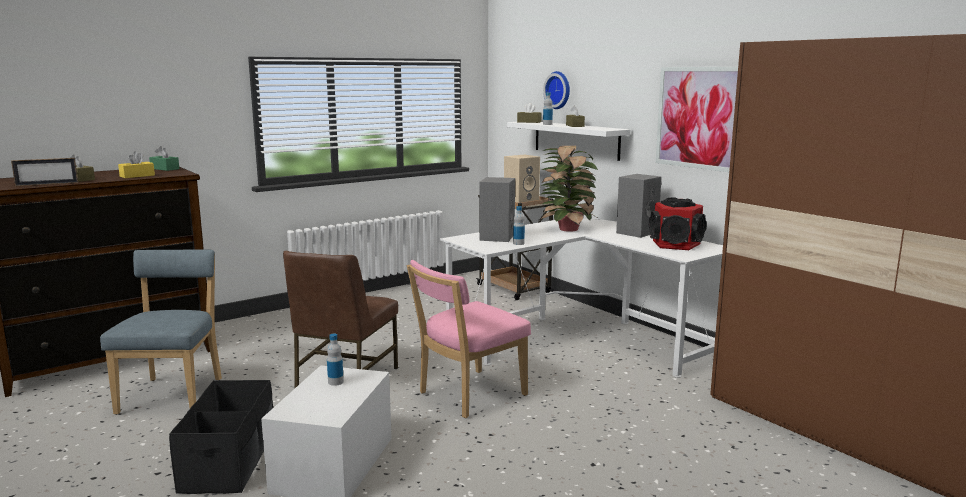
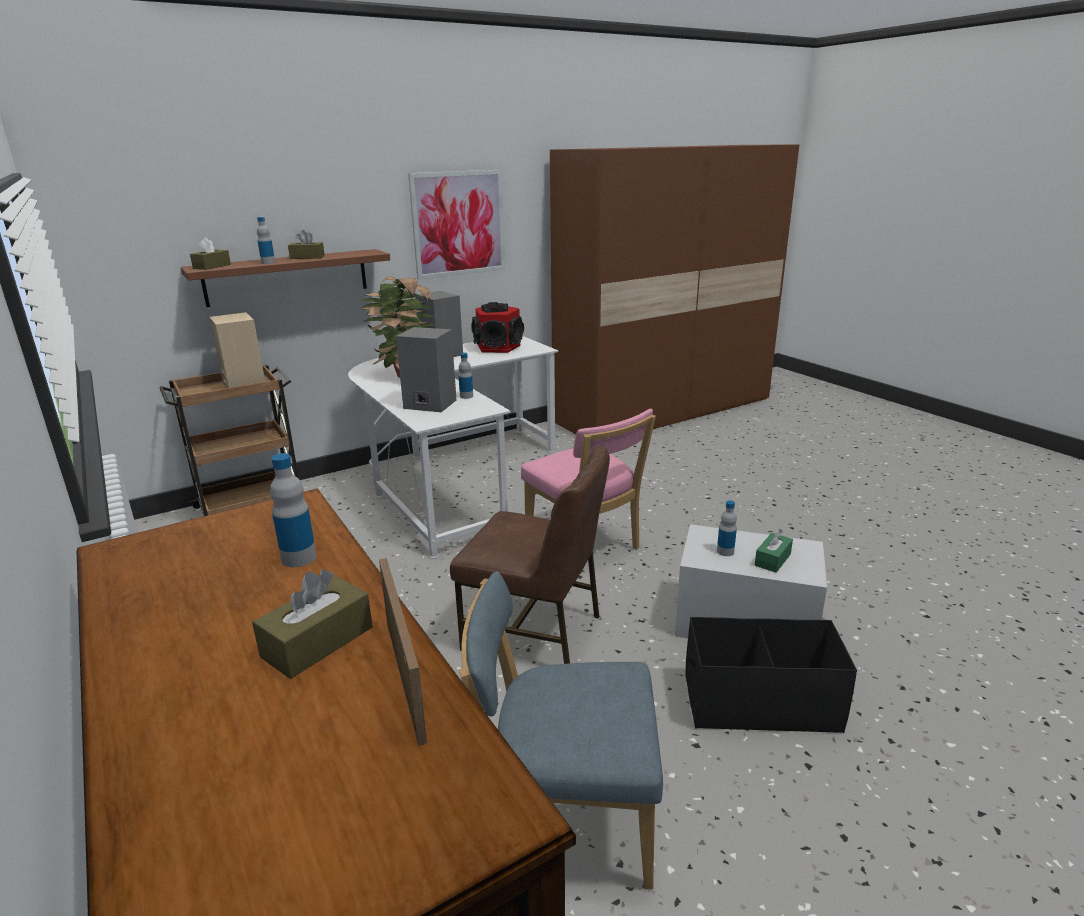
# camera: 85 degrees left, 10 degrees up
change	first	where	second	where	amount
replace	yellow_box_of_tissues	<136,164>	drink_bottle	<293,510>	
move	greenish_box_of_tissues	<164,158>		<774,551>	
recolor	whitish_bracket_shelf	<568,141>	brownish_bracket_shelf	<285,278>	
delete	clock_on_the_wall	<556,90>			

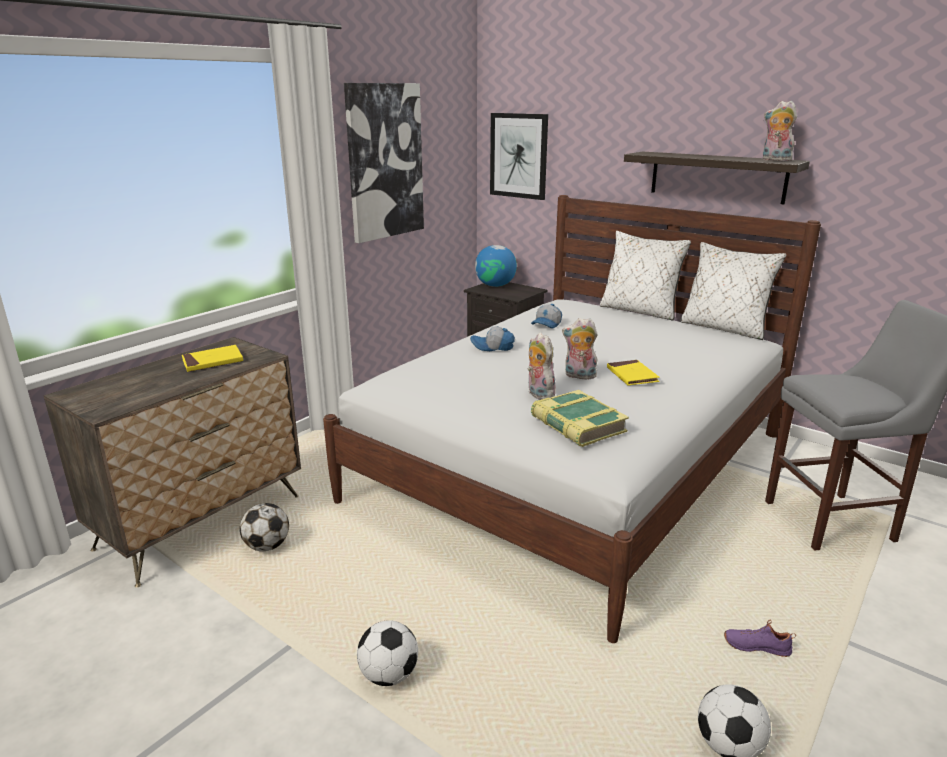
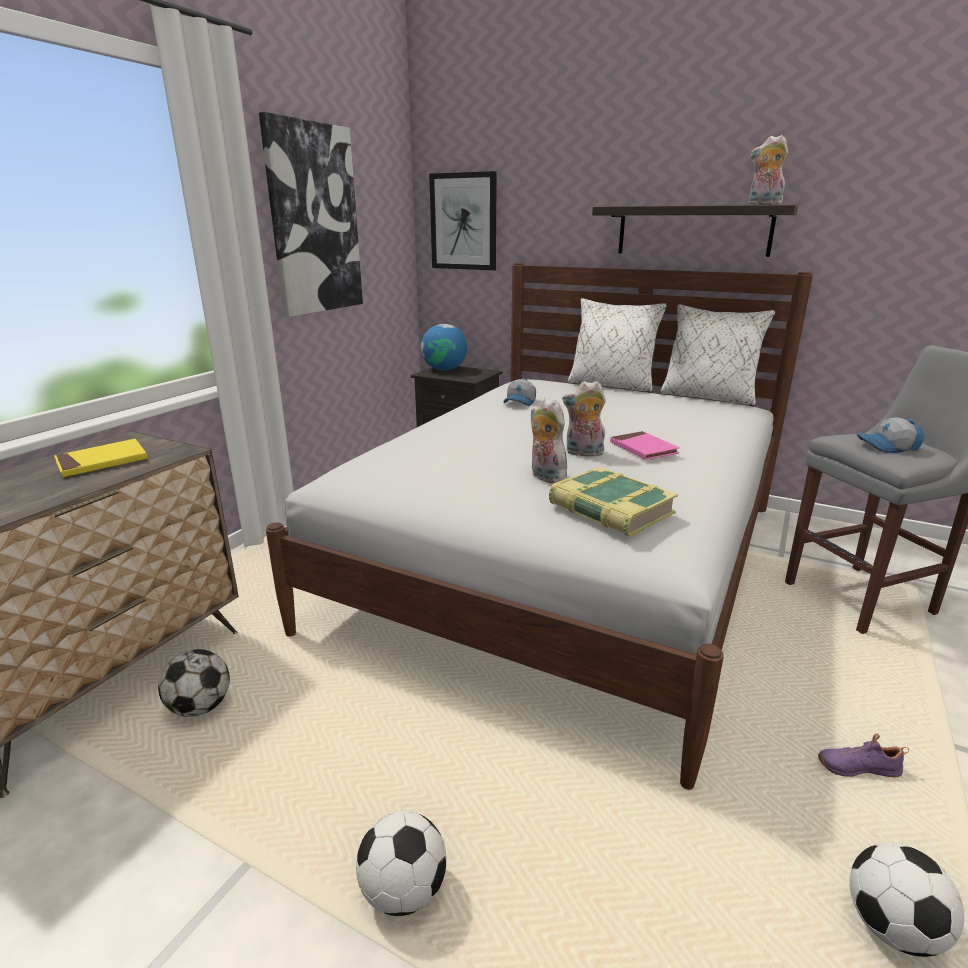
# camera: 10 degrees left, 0 degrees up
change	first	where	second	where	amount
move	peaked_cap	<492,338>		<890,435>	
recolor	yellow_volume	<633,373>	pink_volume	<645,445>	

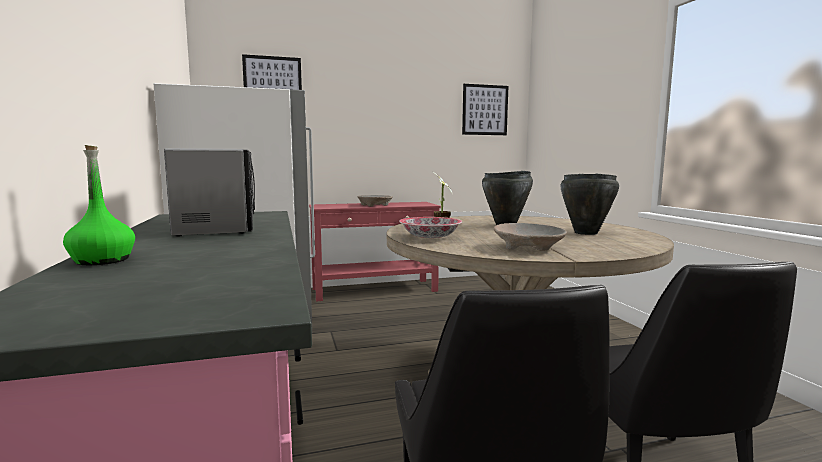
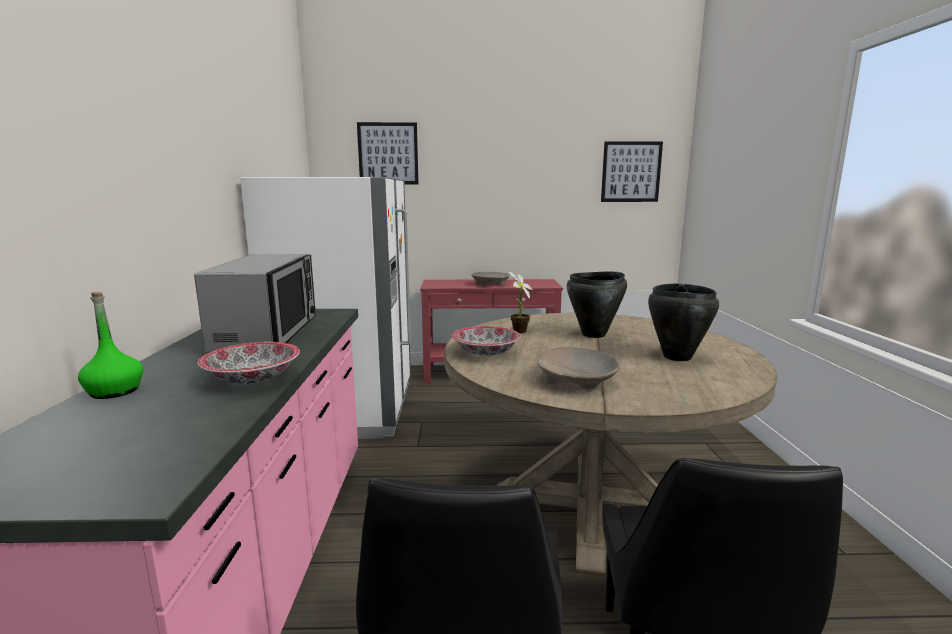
# camera: 15 degrees right, 5 degrees up
change	first	where	second	where	amount
insert			bowl	<249,363>	

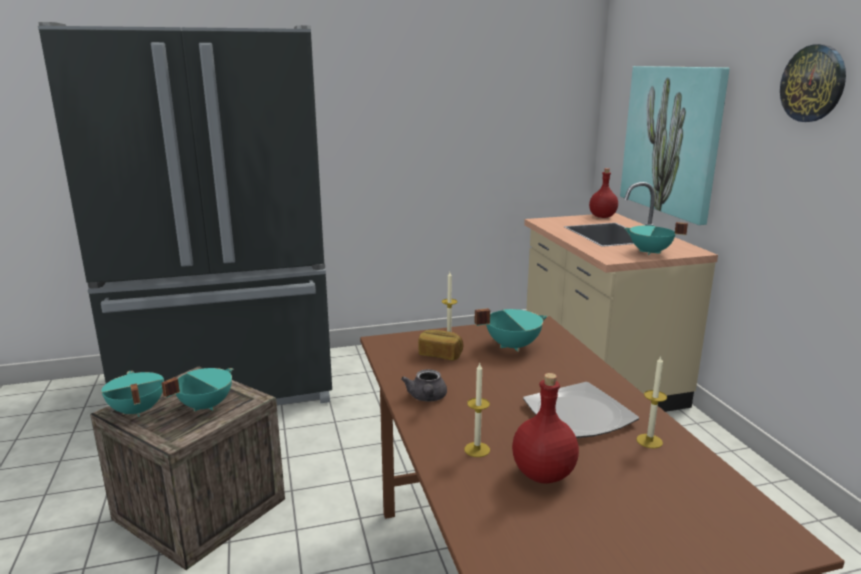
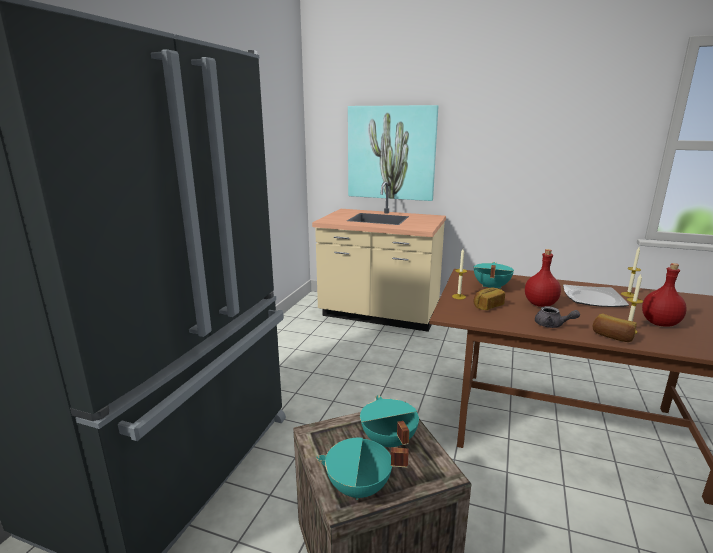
# camera: 55 degrees left, 0 degrees up
change	first	where	second	where	amount
move	red_drink_bottle	<603,193>		<543,278>	
delete	blue-green_saucepot	<656,238>			
delete	clock_on_the_wall	<813,83>			
insert			bakery_bread	<614,328>	

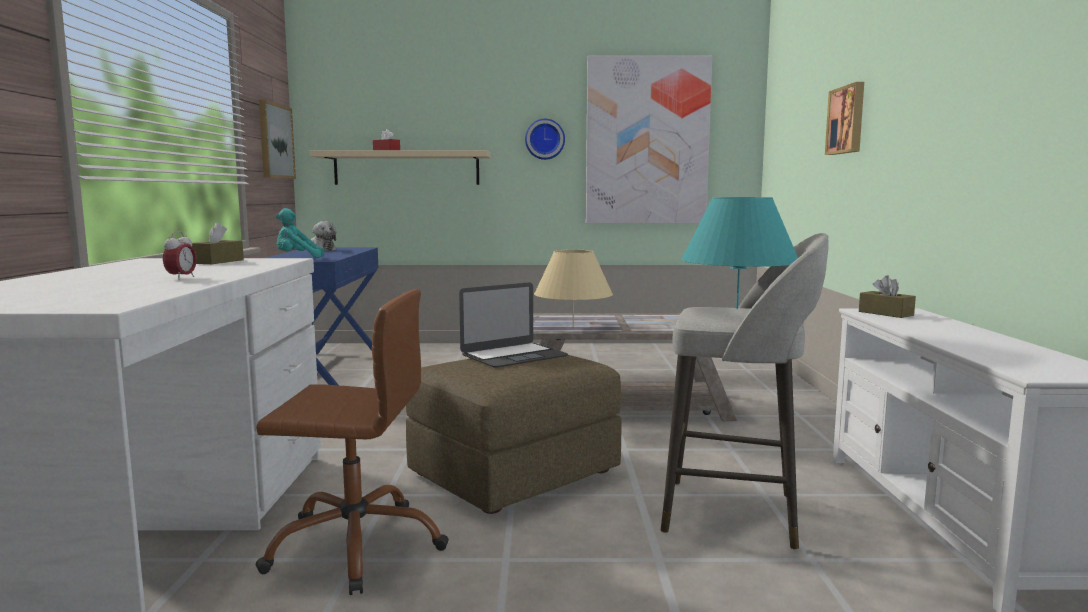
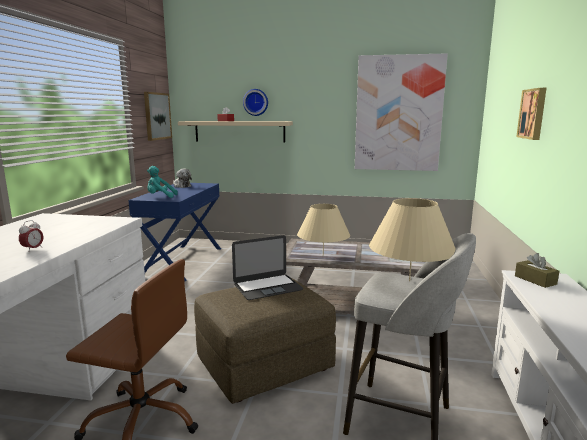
# camera: 10 degrees right, 5 degrees up
change	first	where	second	where	amount
delete	brownish_box_of_tissues	<218,243>			
move	clock_on_the_wall	<545,139>		<255,102>	
recolor	blue-green_table_lamp	<739,253>	beige_table_lamp	<412,239>	

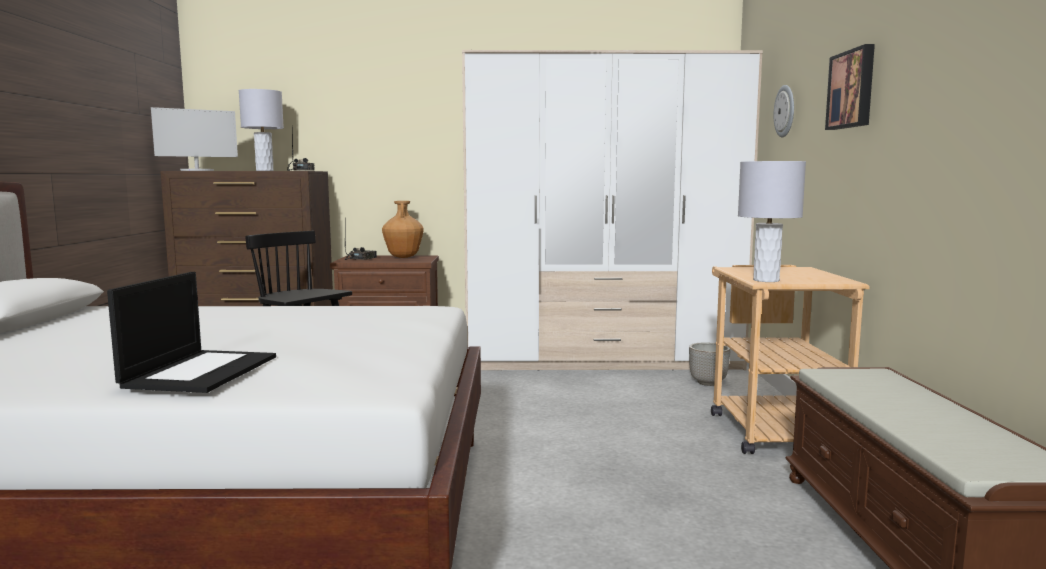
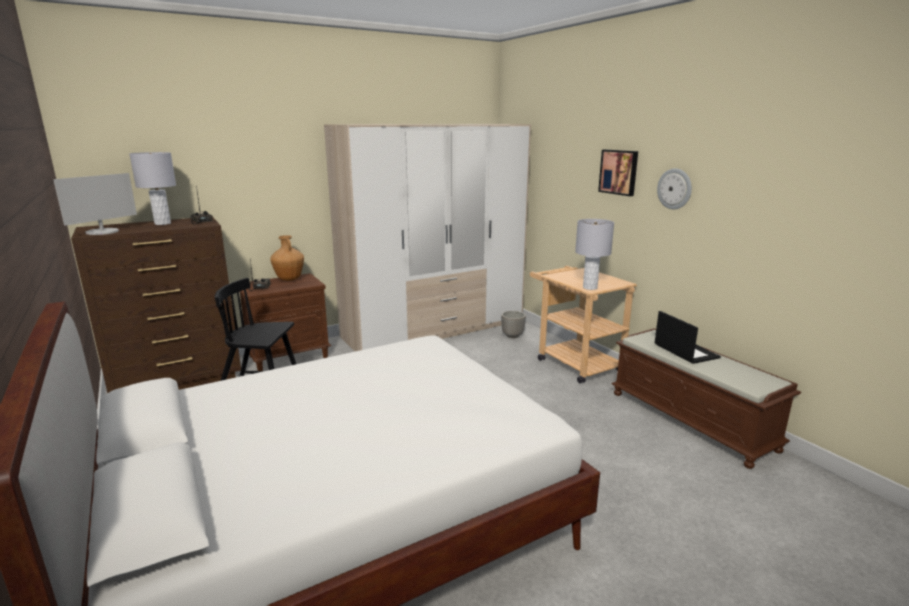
# camera: 30 degrees left, 10 degrees up
change	first	where	second	where	amount
move	laptop	<191,332>		<688,337>	
move	clock_on_the_wall	<784,111>		<674,188>	

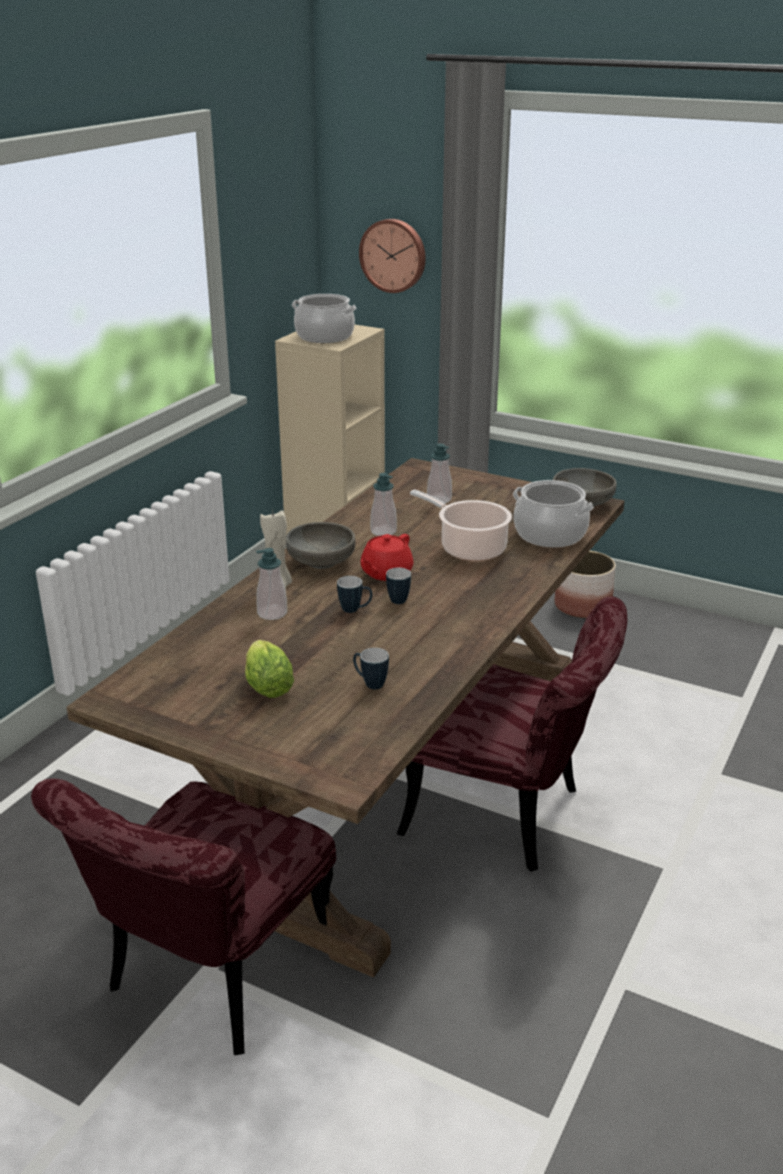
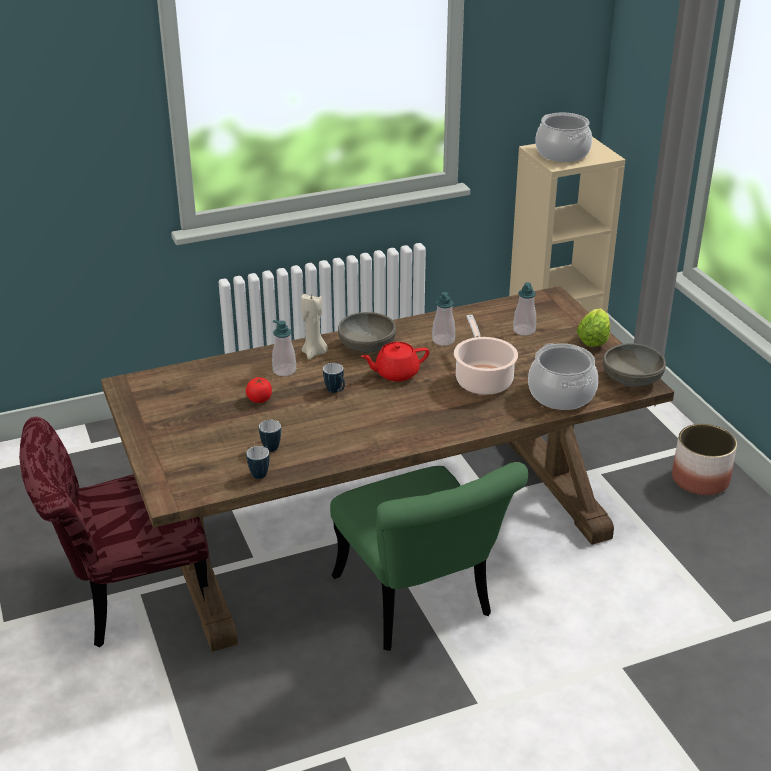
# camera: 40 degrees right, 5 degrees up
change	first	where	second	where	amount
move	head_of_lettuce	<269,669>		<593,328>	
delete	clock_on_the_wall	<392,256>			
move	mug	<398,586>		<258,462>	
recolor	red_upright_chair	<512,734>	greenish_upright_chair	<429,556>	
insert			tomato	<259,390>	

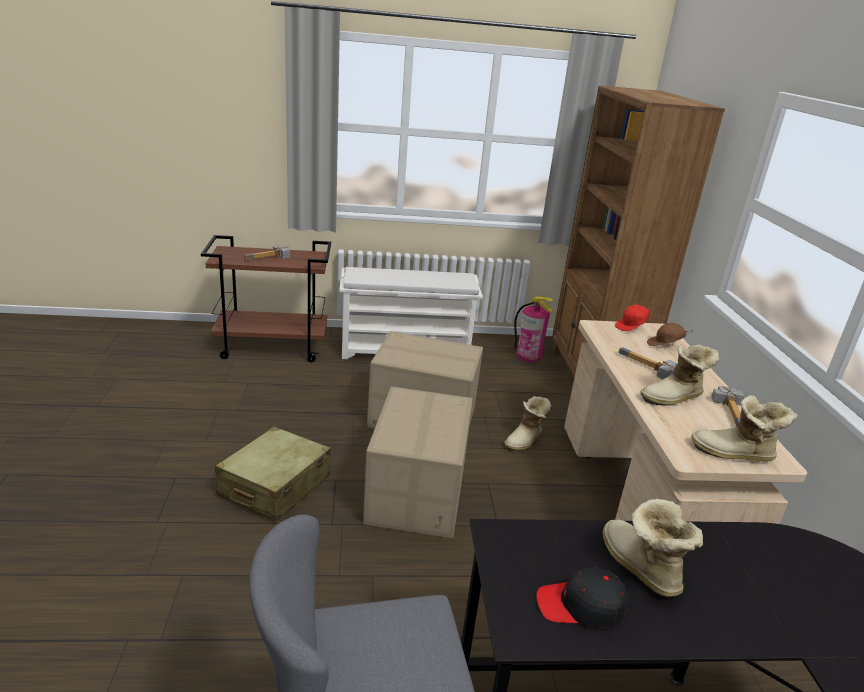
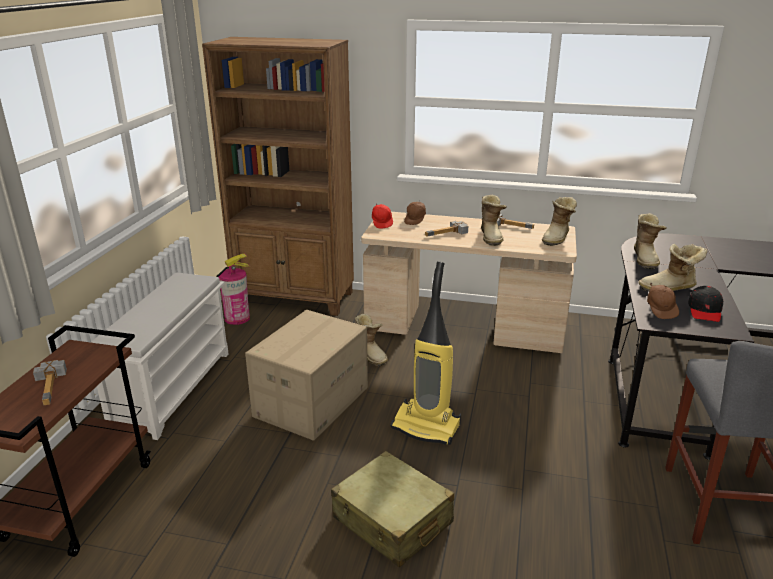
# camera: 70 degrees left, 0 degrees up
change	first	where	second	where	amount
replace	cardboard_box	<418,463>	vacuum	<426,353>	
insert			boot	<650,241>	
insert			brownish_peaked_cap	<663,300>	

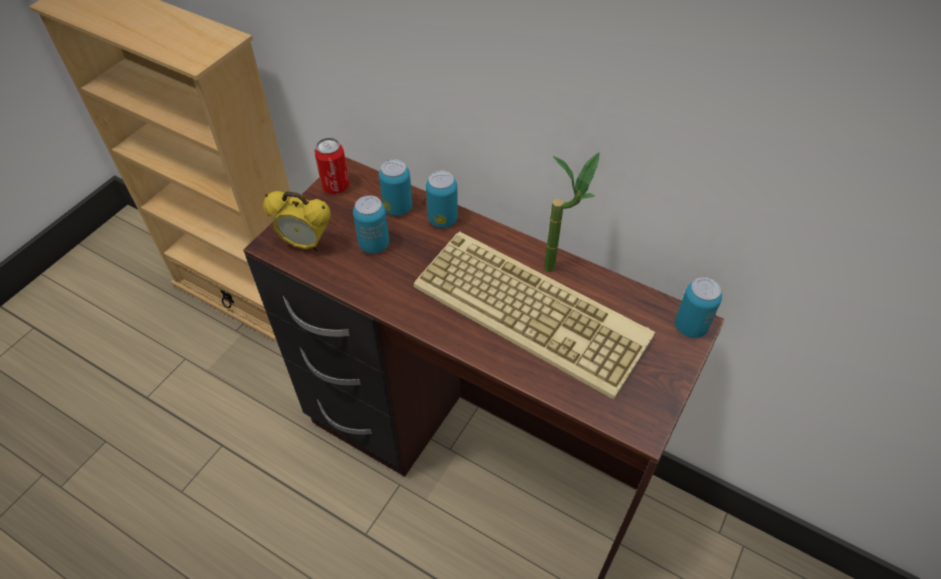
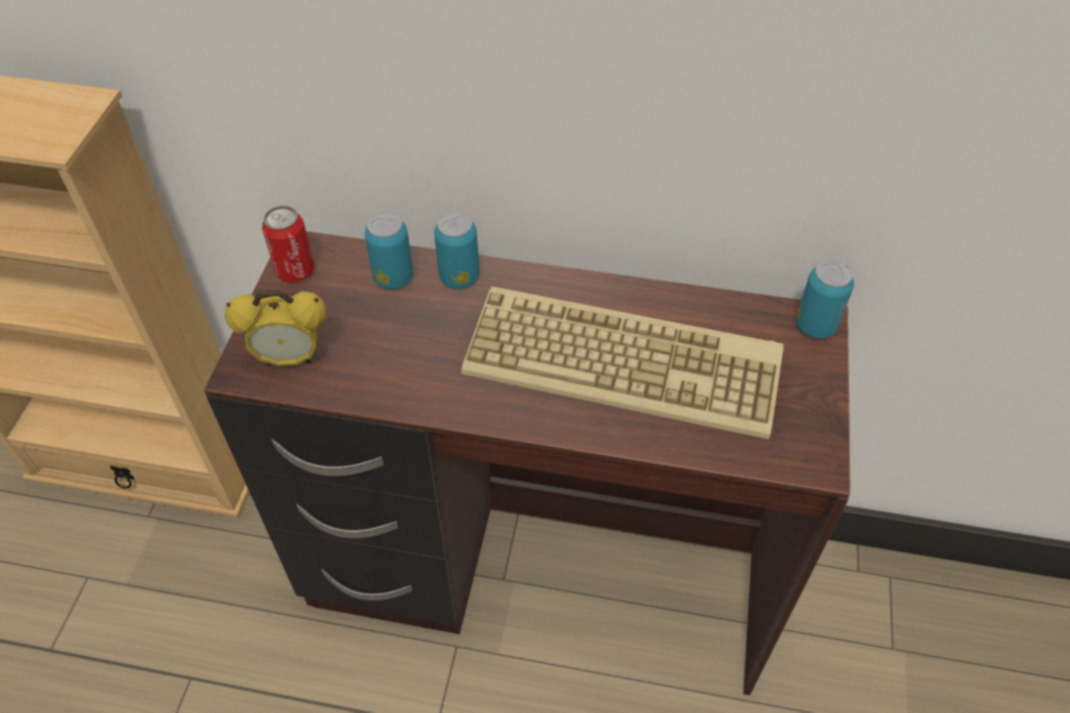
# camera: 20 degrees left, 0 degrees up
change	first	where	second	where	amount
delete	sealed_can	<371,224>			
delete	potted_plant	<572,212>			

